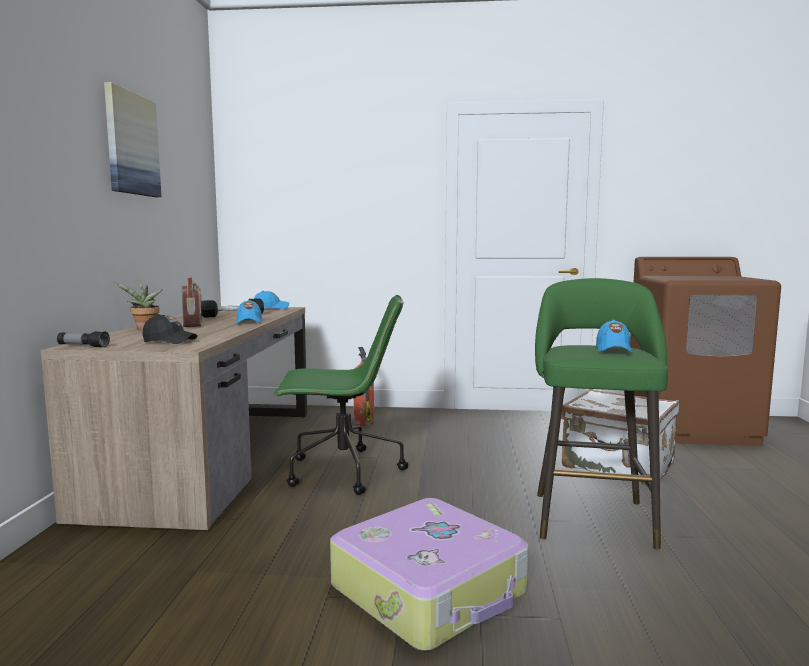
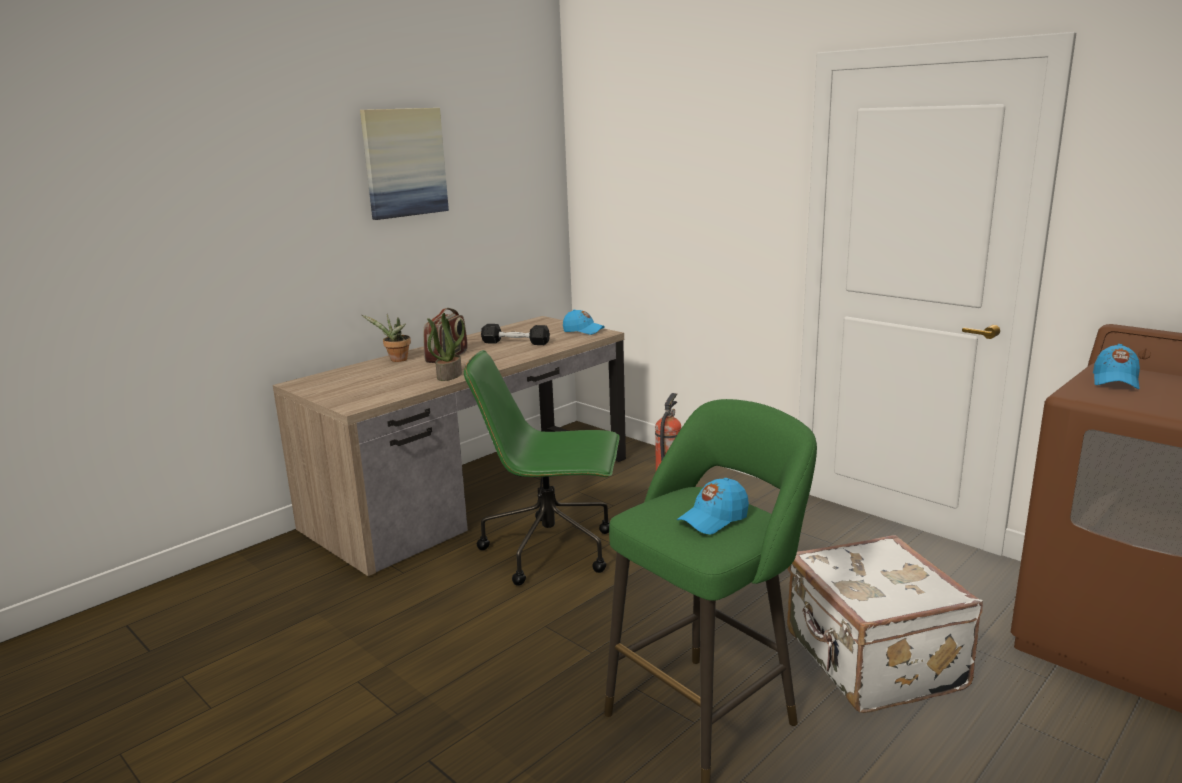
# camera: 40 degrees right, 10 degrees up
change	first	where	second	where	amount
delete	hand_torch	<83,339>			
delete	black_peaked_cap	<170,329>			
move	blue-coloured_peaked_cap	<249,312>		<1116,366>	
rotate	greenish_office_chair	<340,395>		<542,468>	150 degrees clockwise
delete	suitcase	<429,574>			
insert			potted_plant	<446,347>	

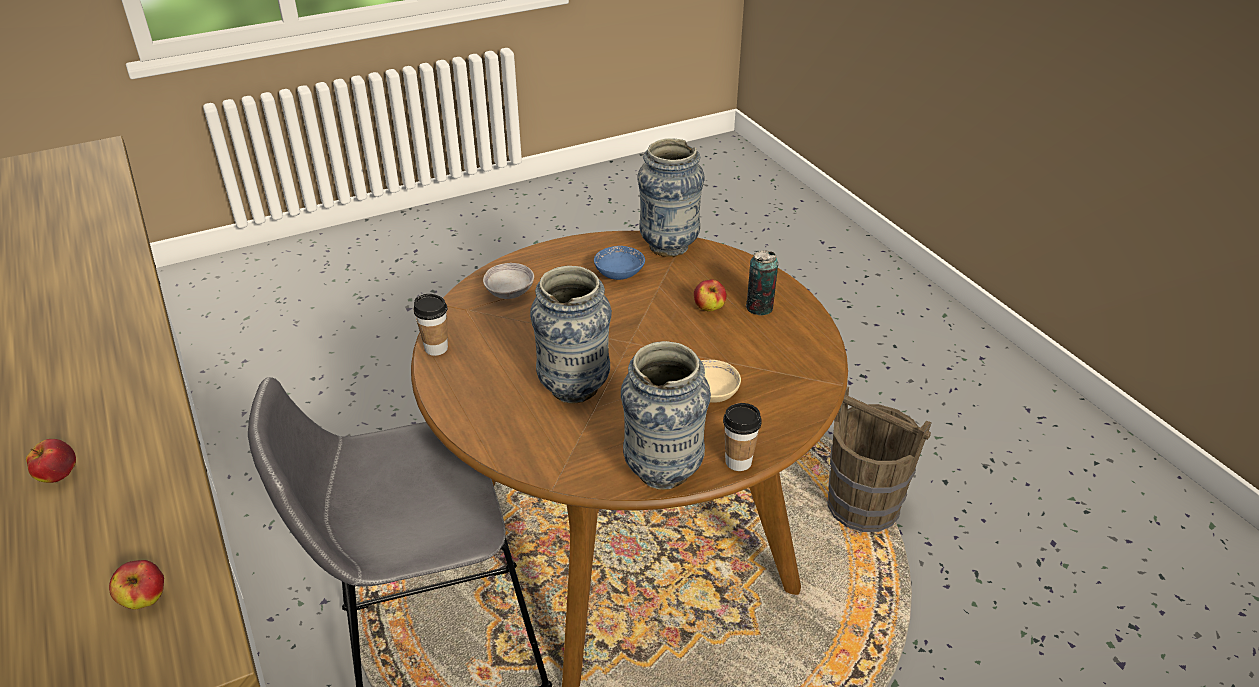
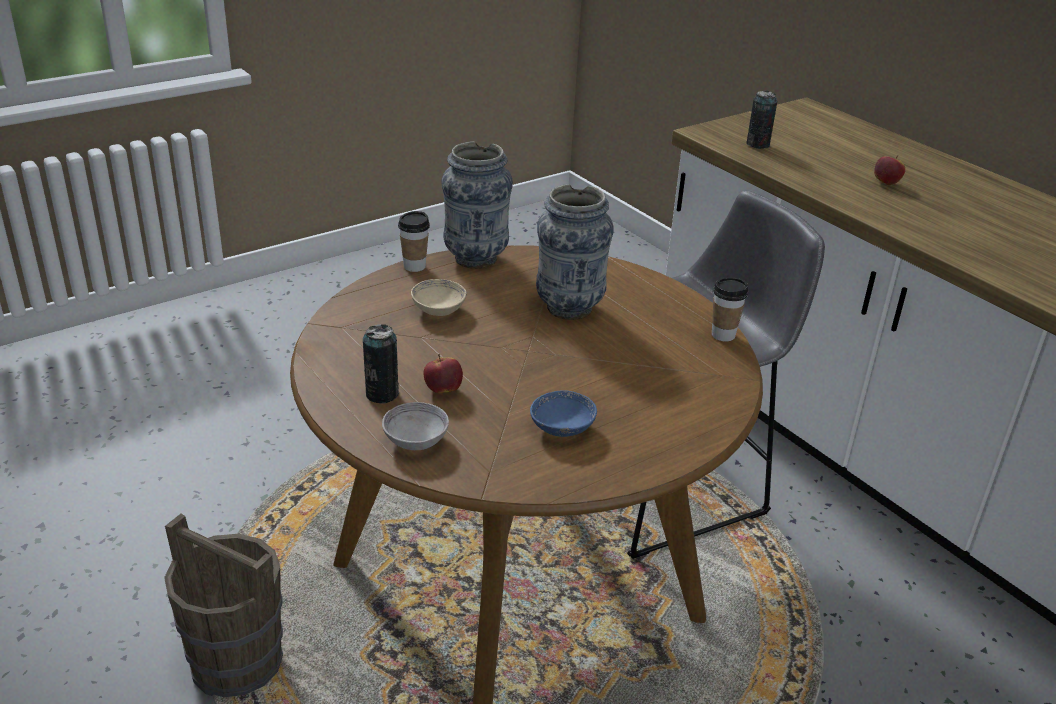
# camera: 170 degrees right, 5 degrees down
change	first	where	second	where	amount
replace	whole_apple	<136,584>	sealed_can	<762,120>	
move	gray_bowl	<508,281>		<415,426>	
delete	flower_vase	<670,197>			

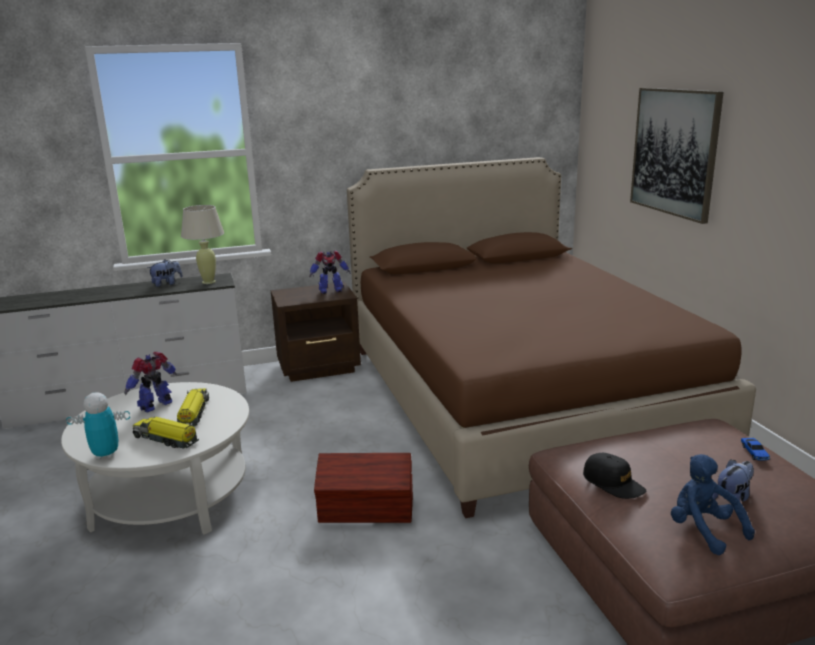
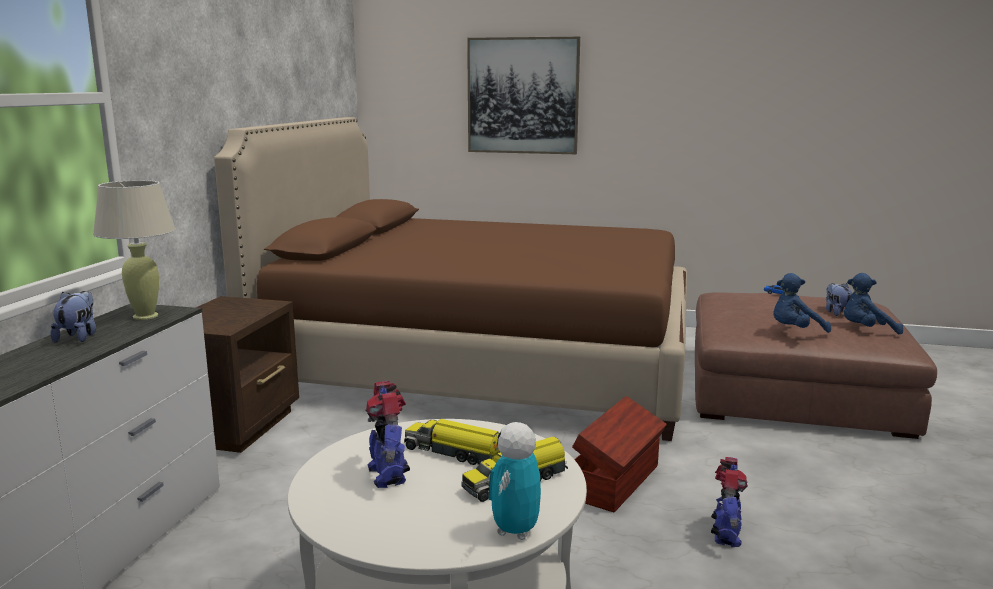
# camera: 60 degrees left, 5 degrees down
change	first	where	second	where	amount
move	model_robot	<330,272>		<729,502>	
replace	black_peaked_cap	<614,476>	blue-coloured_soft_toy	<802,303>	

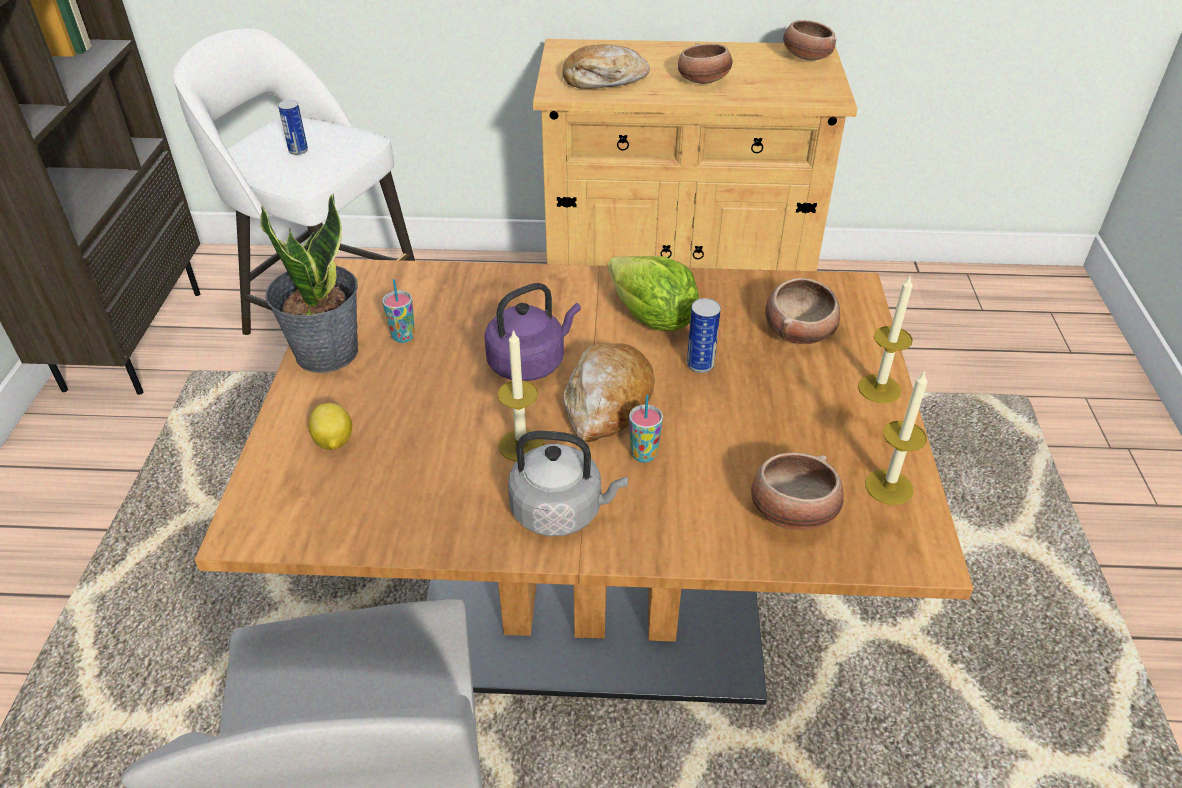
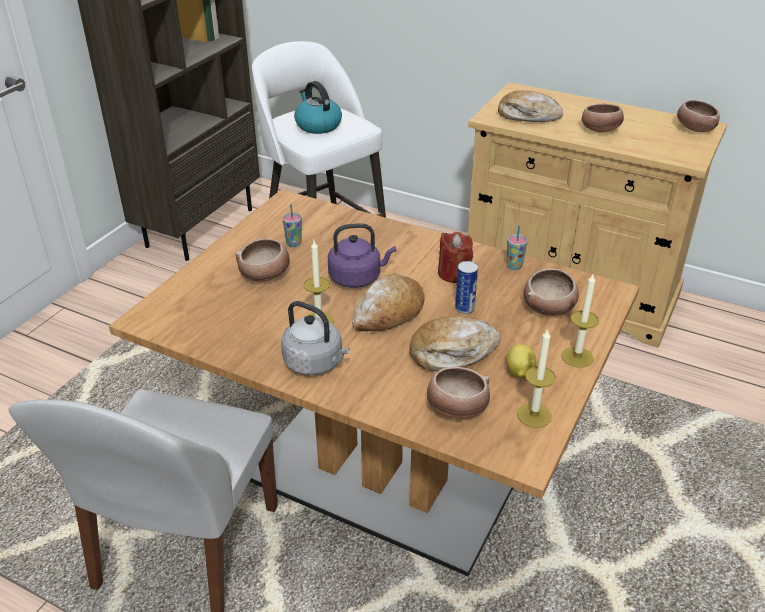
# camera: 25 degrees right, 5 degrees down
change	first	where	second	where	amount
delete	potted_plant	<309,283>			
replace	sealed_can	<293,127>	water_kettle	<318,107>	
move	lemon	<330,426>		<521,361>	
replace	head_of_lettuce	<653,293>	red_wax_light	<455,257>	
move	cup	<646,429>		<517,247>	
insert			bowl	<262,260>	
insert			bakery_bread	<455,343>	

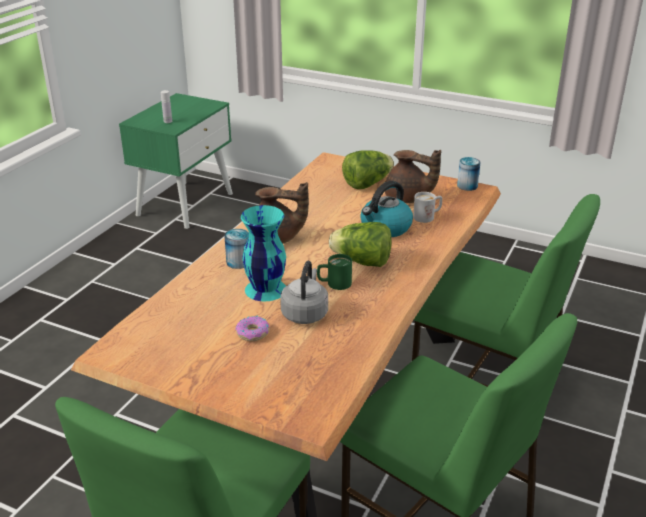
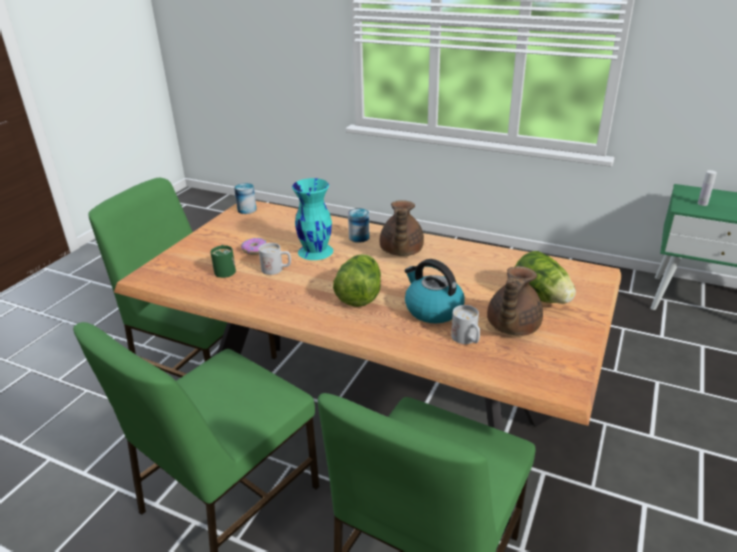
# camera: 90 degrees right, 0 degrees up
change	first	where	second	where	amount
replace	gray_water_kettle	<304,292>	whitish_mug	<275,259>	
move	greenish_mug	<334,272>		<223,261>	
move	sealed_can	<468,174>		<245,198>	

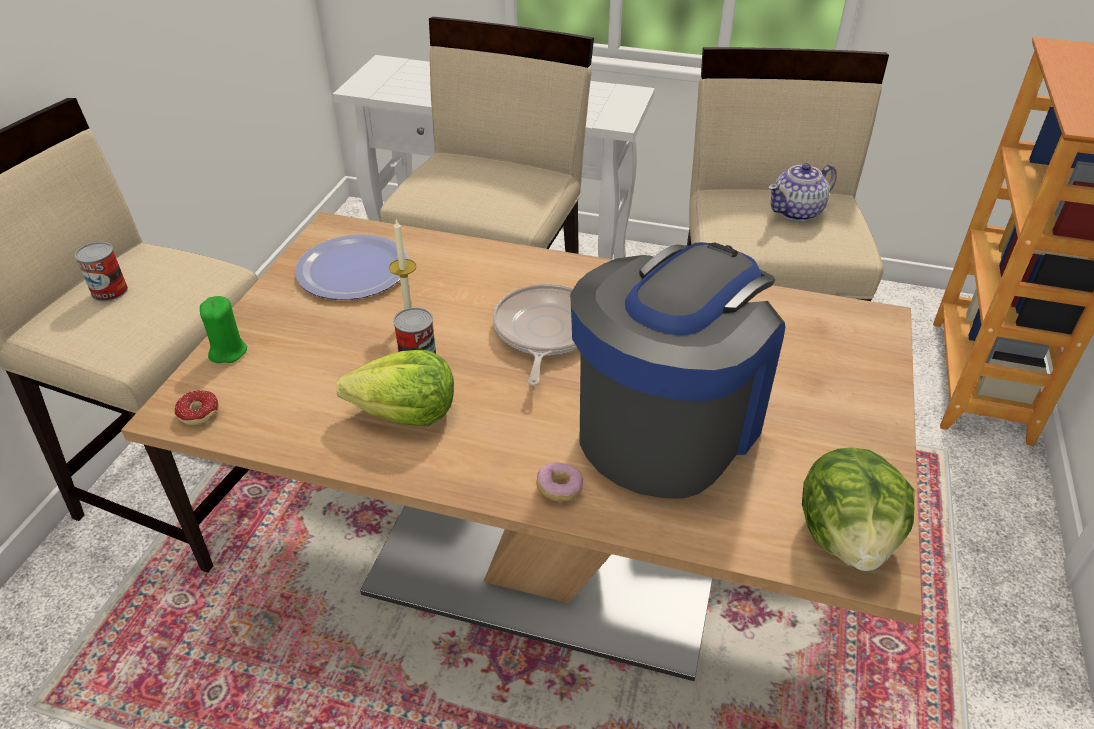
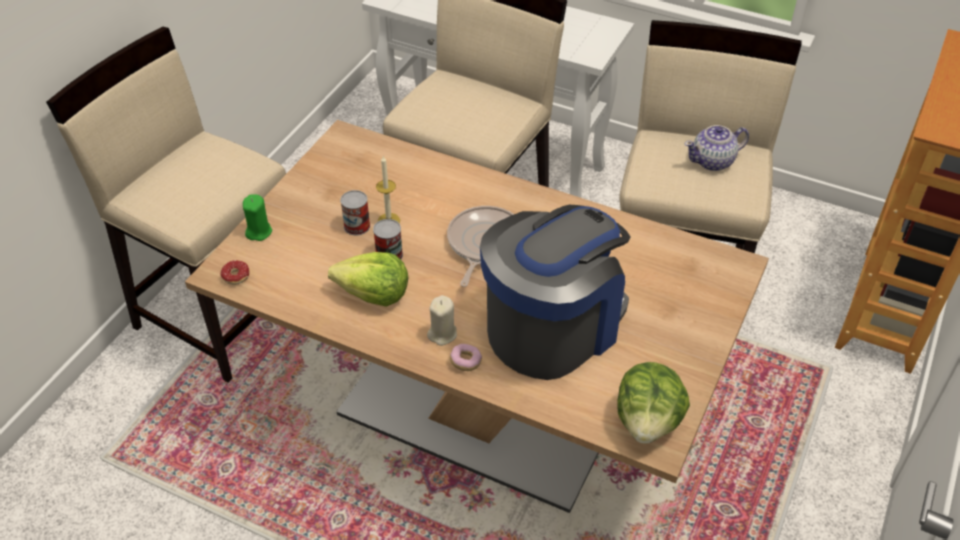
# camera: 10 degrees right, 5 degrees up
change	first	where	second	where	amount
move	sealed_can	<101,272>		<355,212>	
delete	dinner_plate	<352,267>			
insert			beige_wax_light	<442,320>	

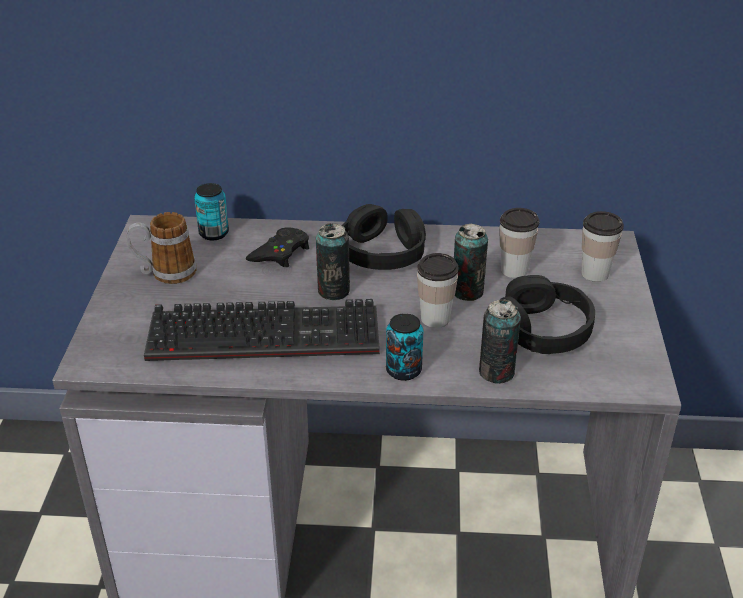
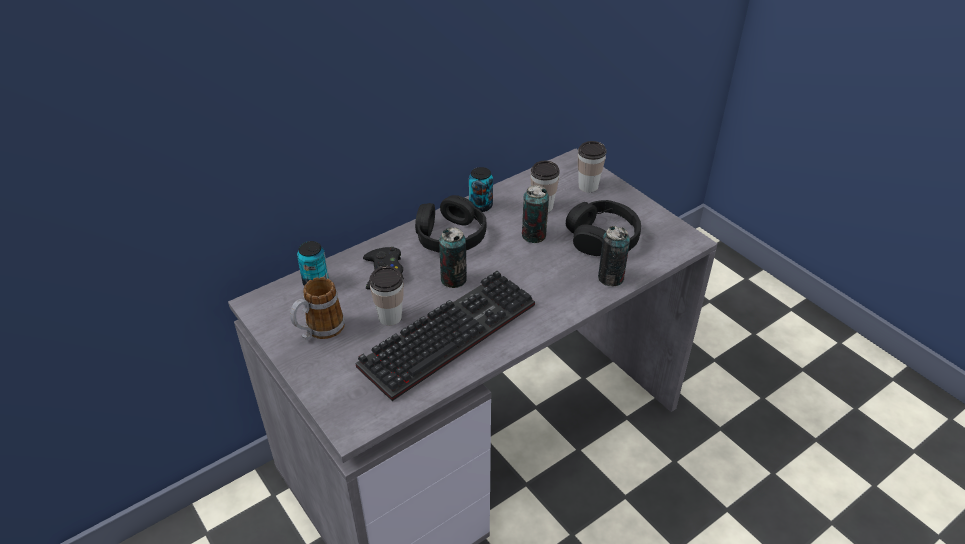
# camera: 40 degrees left, 5 degrees up
change	first	where	second	where	amount
move	sealed_can	<404,347>		<481,189>	
move	cup	<437,290>		<386,296>	

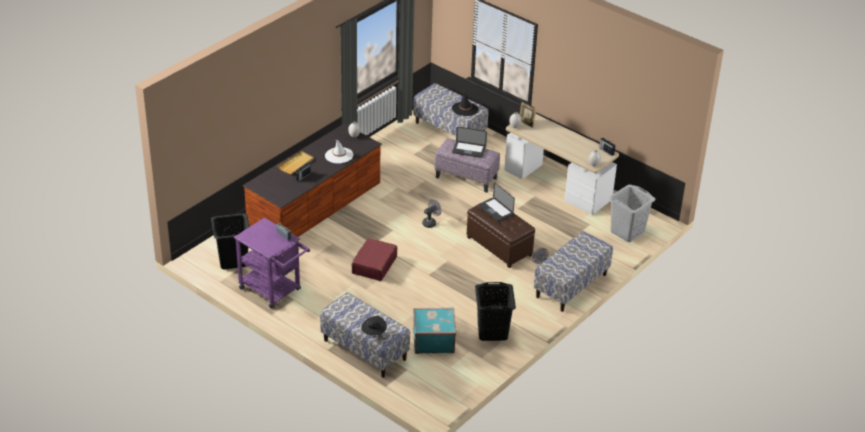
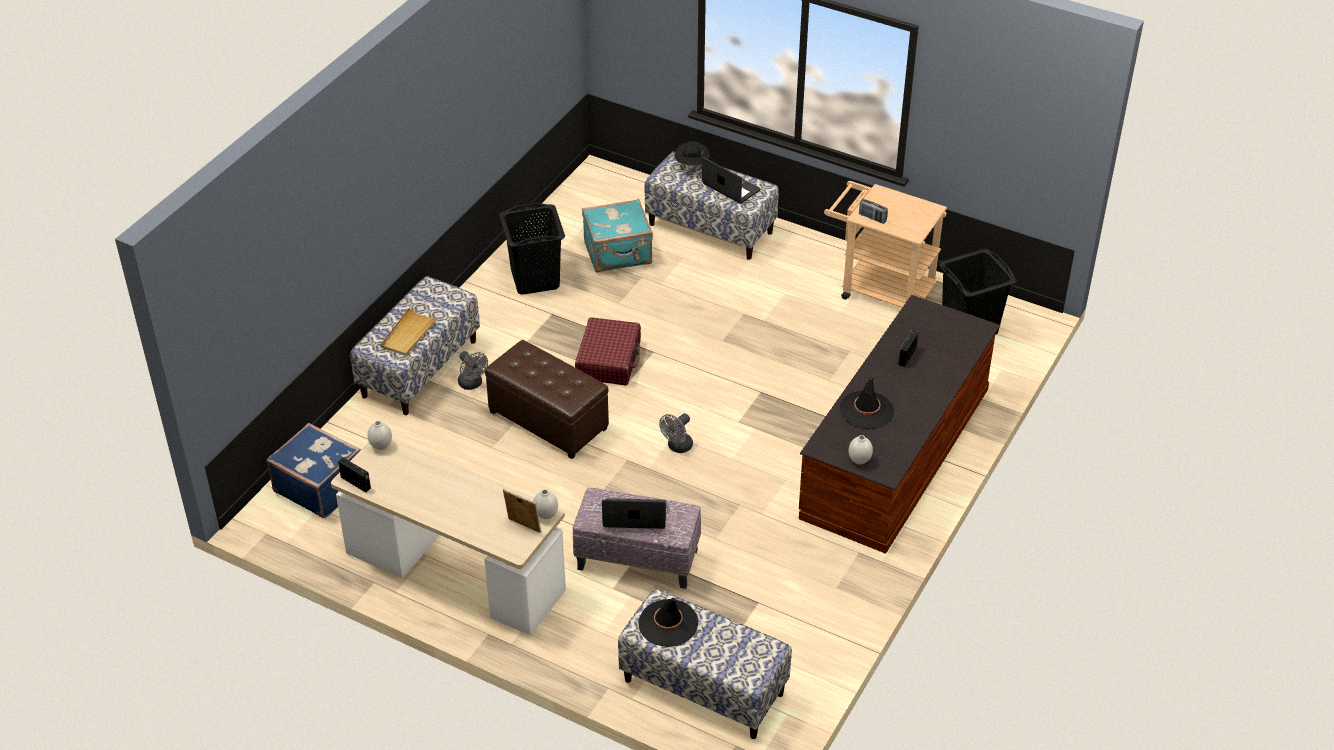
# camera: 170 degrees right, 5 degrees up
change	first	where	second	where	amount
recolor	purple_cart	<272,263>	beige_cart	<885,244>	
move	beige_tray	<296,162>		<409,331>	
recolor	whitish_clothing_hat	<339,152>	black_clothing_hat	<867,402>	
move	red_suitcase	<374,259>		<608,351>	
move	laptop	<496,201>		<731,180>	
replace	gray_washing_basket	<632,213>	blue-coloured_suitcase	<314,470>	

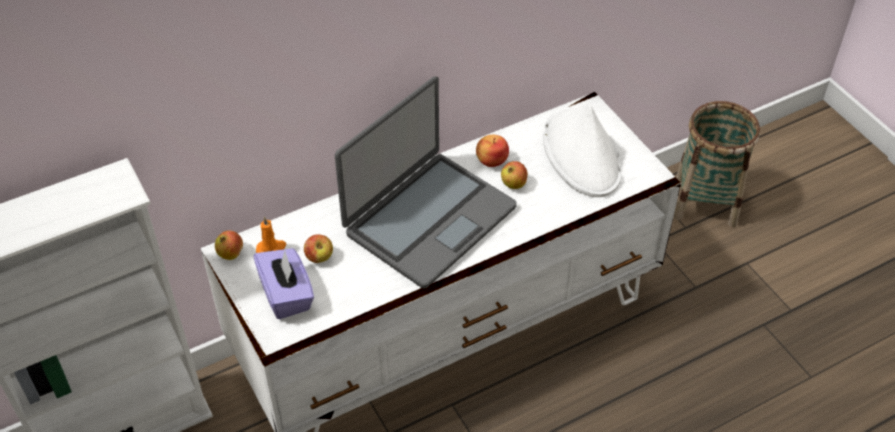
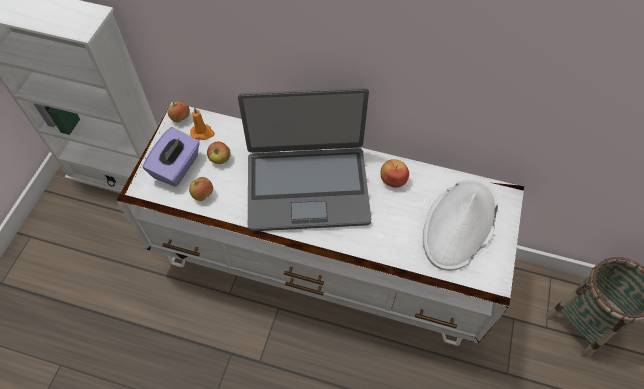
# camera: 45 degrees right, 10 degrees up
change	first	where	second	where	amount
move	whole_apple	<514,175>		<201,189>	

